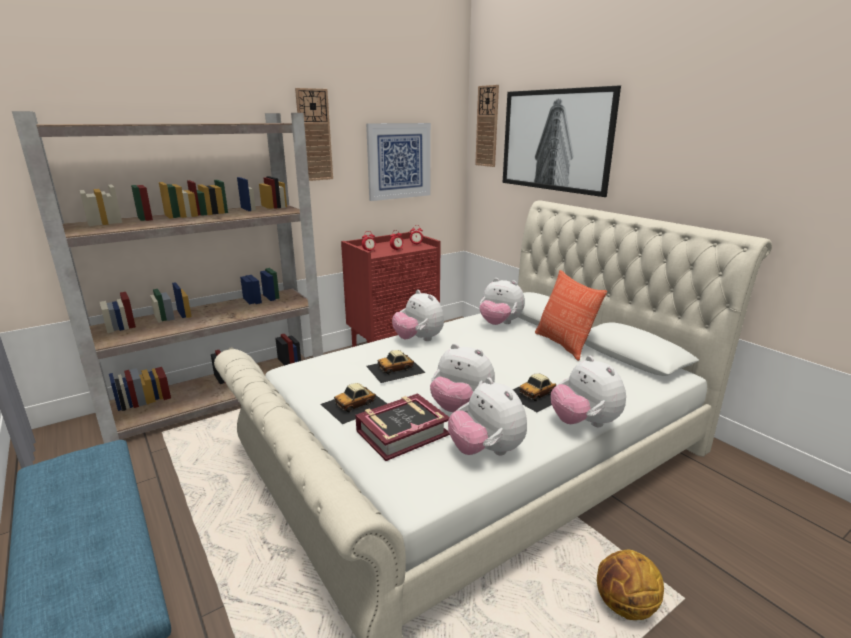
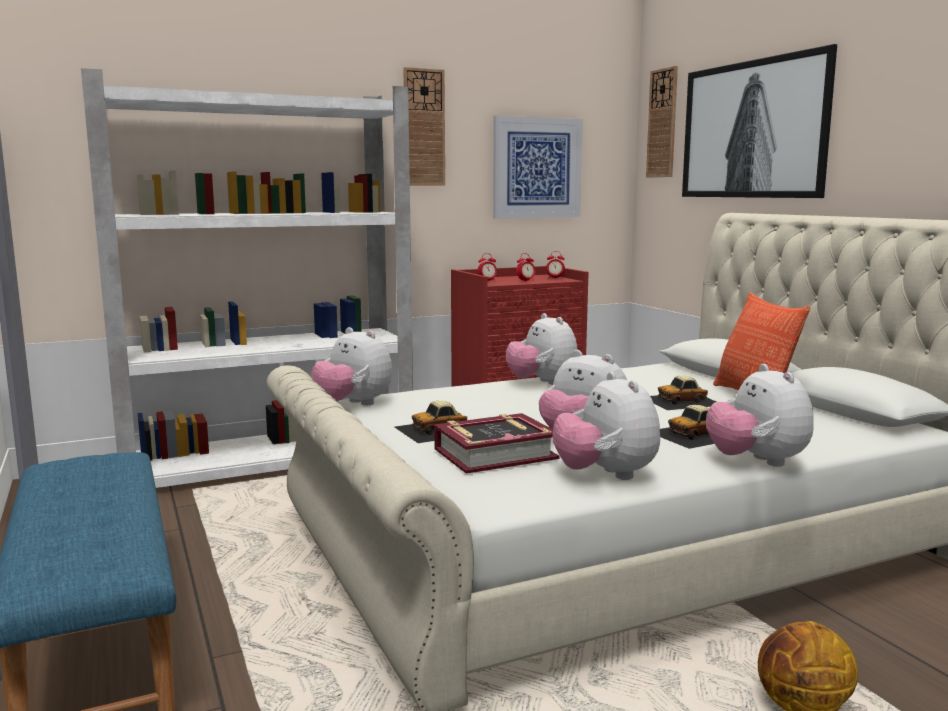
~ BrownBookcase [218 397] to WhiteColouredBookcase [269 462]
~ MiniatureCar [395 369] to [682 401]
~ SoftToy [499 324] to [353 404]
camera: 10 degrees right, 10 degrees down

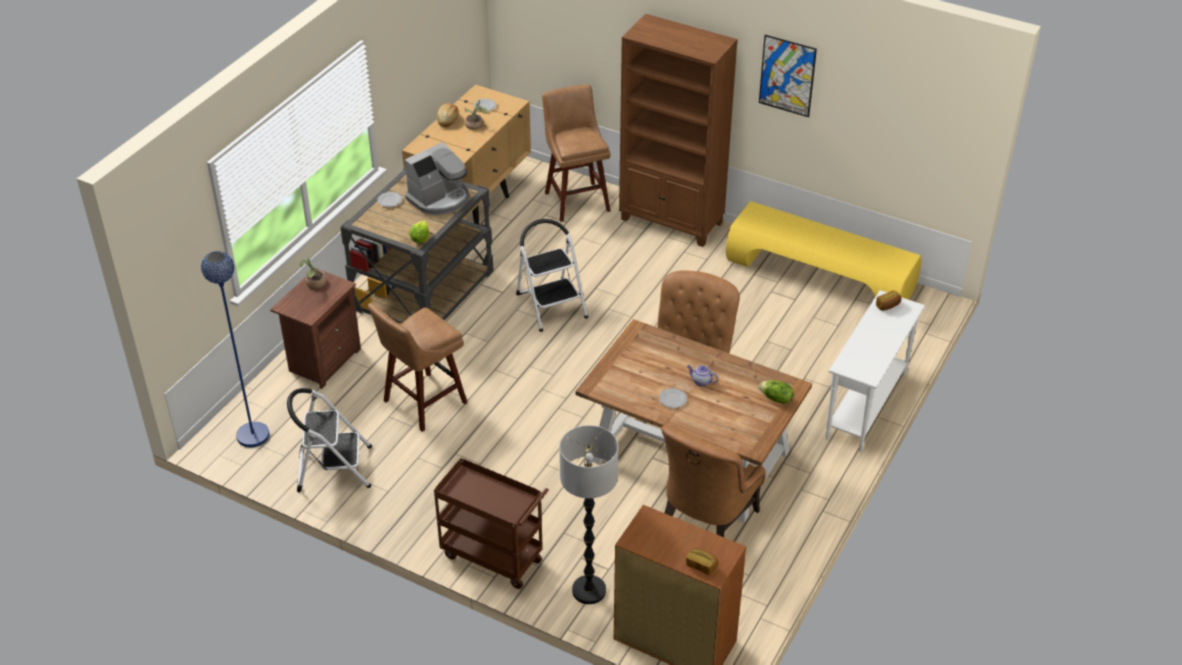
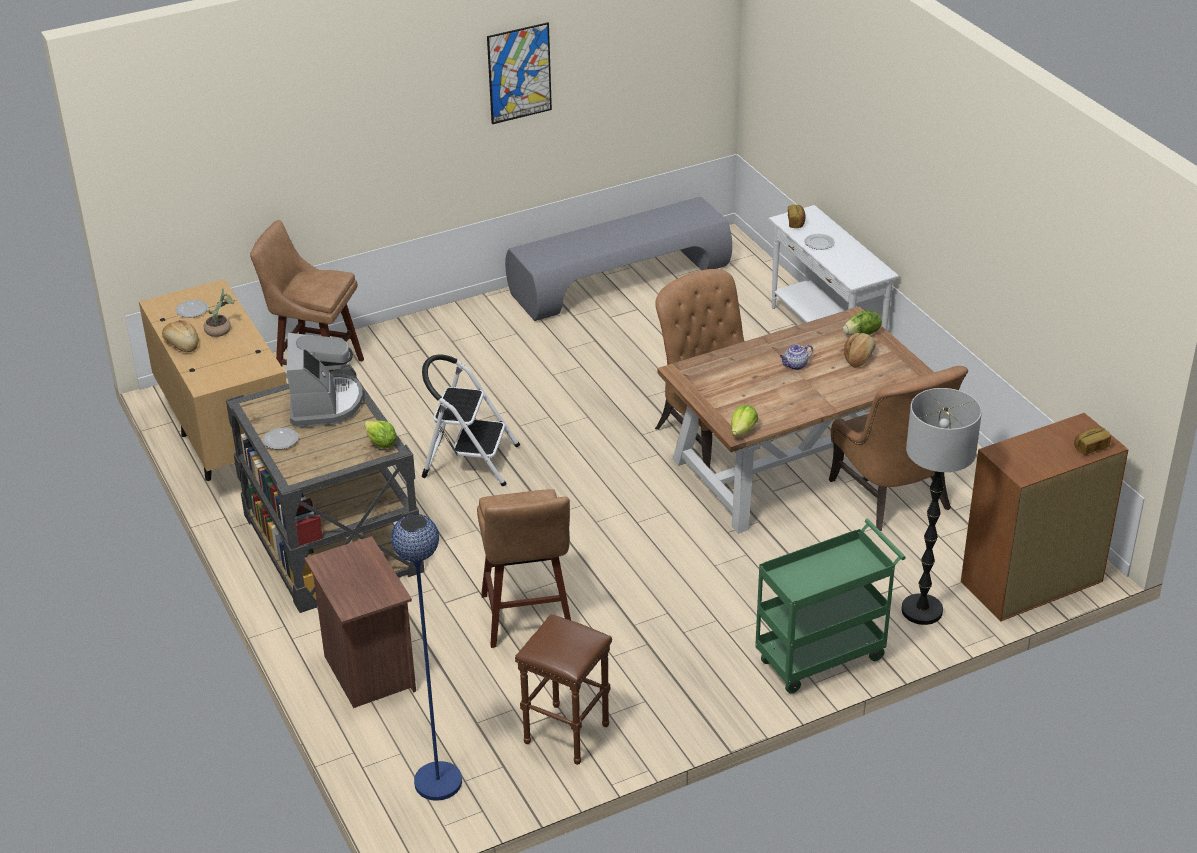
~ StepLadder [332 469] to BrownSittingStool [564 734]
- PlantInAPot [315 284]
~ BrownTrolley [495 560] to GreenColouredTrolley [823 660]
- BrownBookcase [672 222]
~ Plate [673 399] to [819 243]
~ YellowIndoorBench [820 275] to GreyishIndoorBench [619 280]
+ Lettuce [743 431]
+ BakedBread [859 357]
camera: 55 degrees left, 5 degrees down

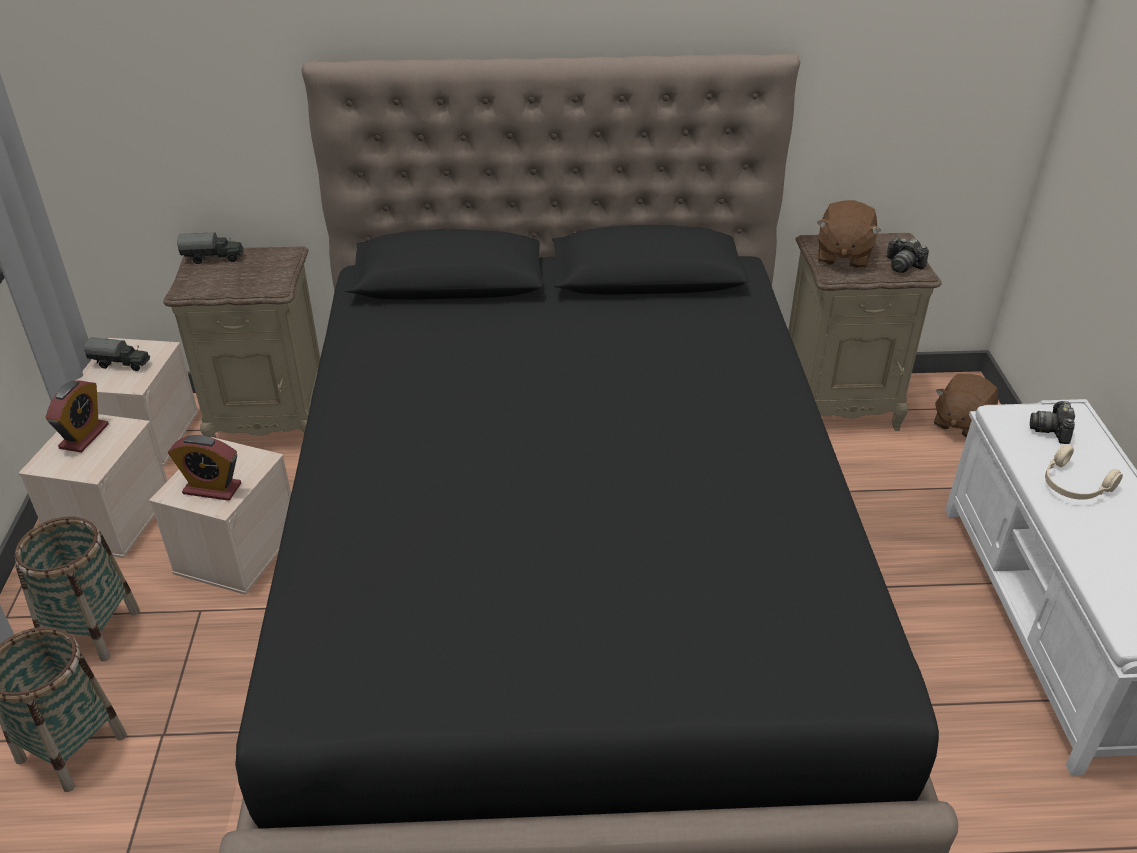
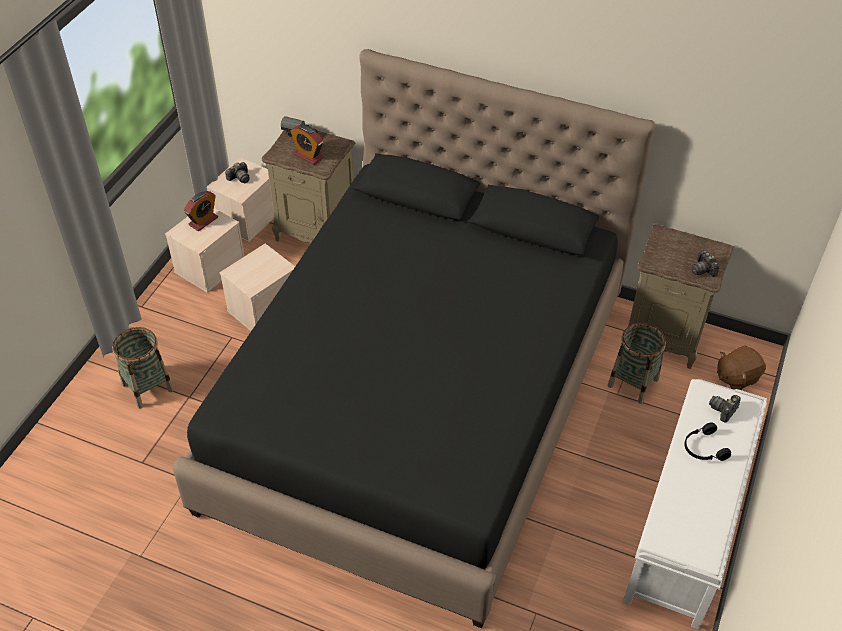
~ Basket [92 630] to [633 382]
~ ToyTruck [121 364] to PhotoCamera [239 178]
~ TableClock [212 489] to [308 156]
- BrownSoftToy [842 256]
~ BeigeColouredPairOfHeadphones [1073 485] to BlackishPairOfHeadphones [703 448]
camera: 25 degrees right, 10 degrees up

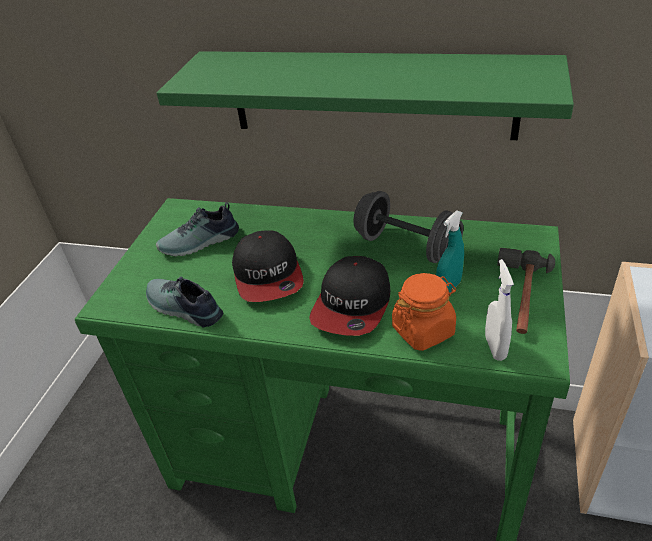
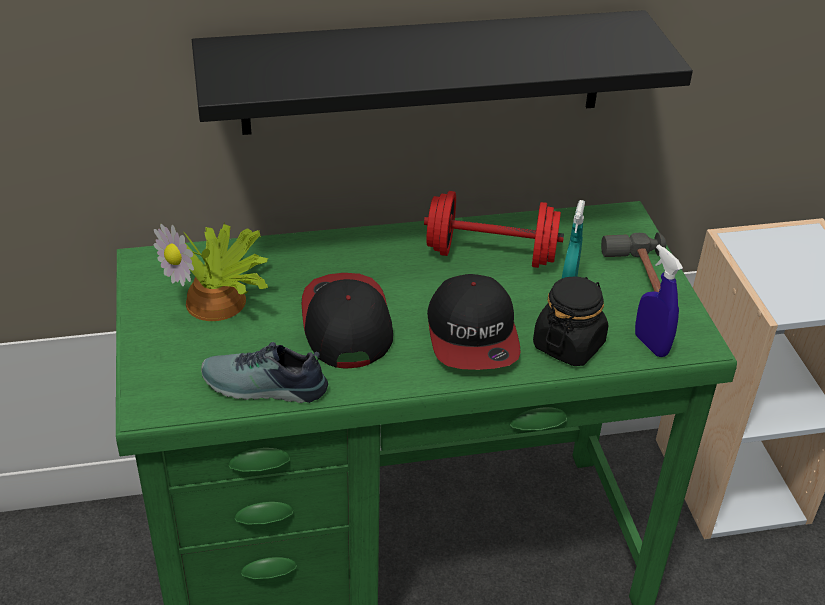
~ Shoe [200 243] to PlantInAPot [220 301]
~ GreenColouredShelf [371 94] to BlackishShelf [424 72]
~ Cap [268 275] = [345 323] 150 degrees counterclockwise
~ GreyishFreeWeight [407 246] to ReddishFreeWeight [491 255]
~ OrangeColouredPreserveJar [423 330] to BlackishPreserveJar [568 345]
~ WhiteColouredHandSprayer [495 347] to BlueHandSprayer [651 345]
camera: 30 degrees left, 0 degrees up

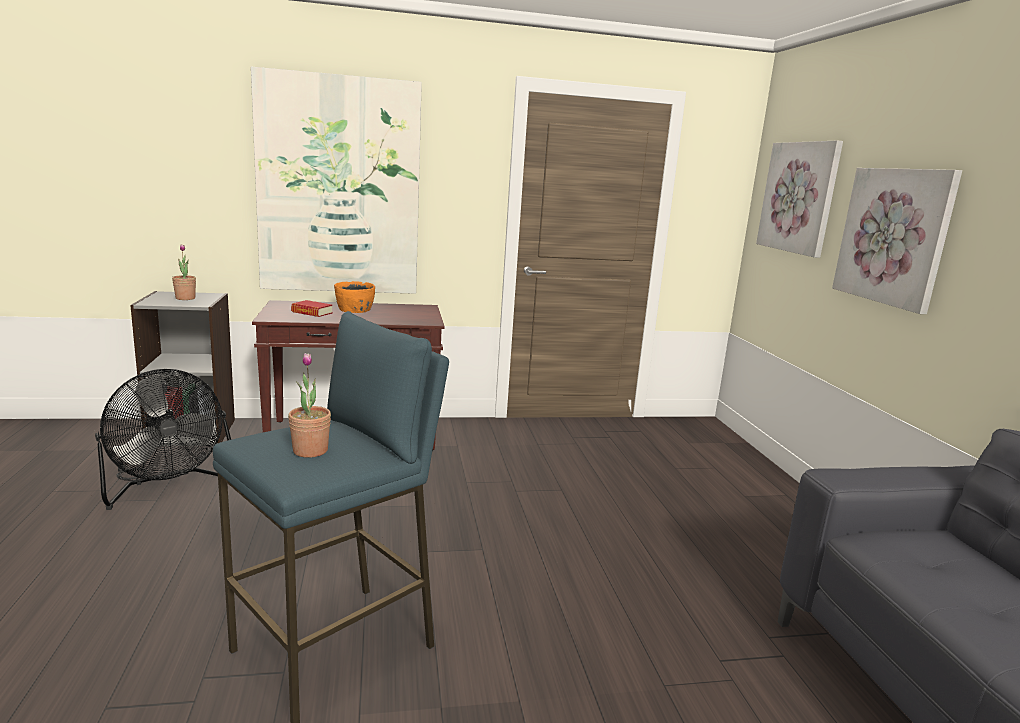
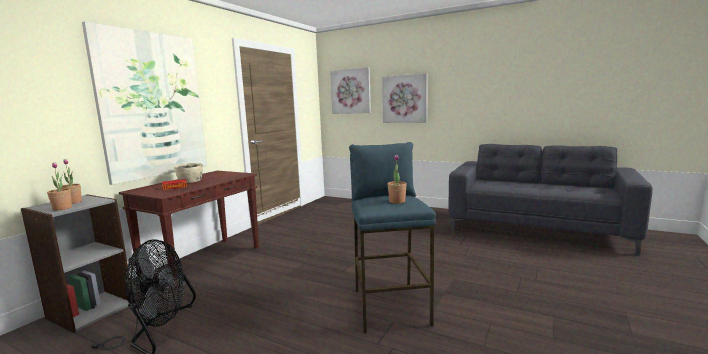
~ OrangeColouredDeepDish [355 310] to BeigeColouredDeepDish [190 181]
+ PlantInAPot [62 208]
camera: 50 degrees left, 5 degrees down

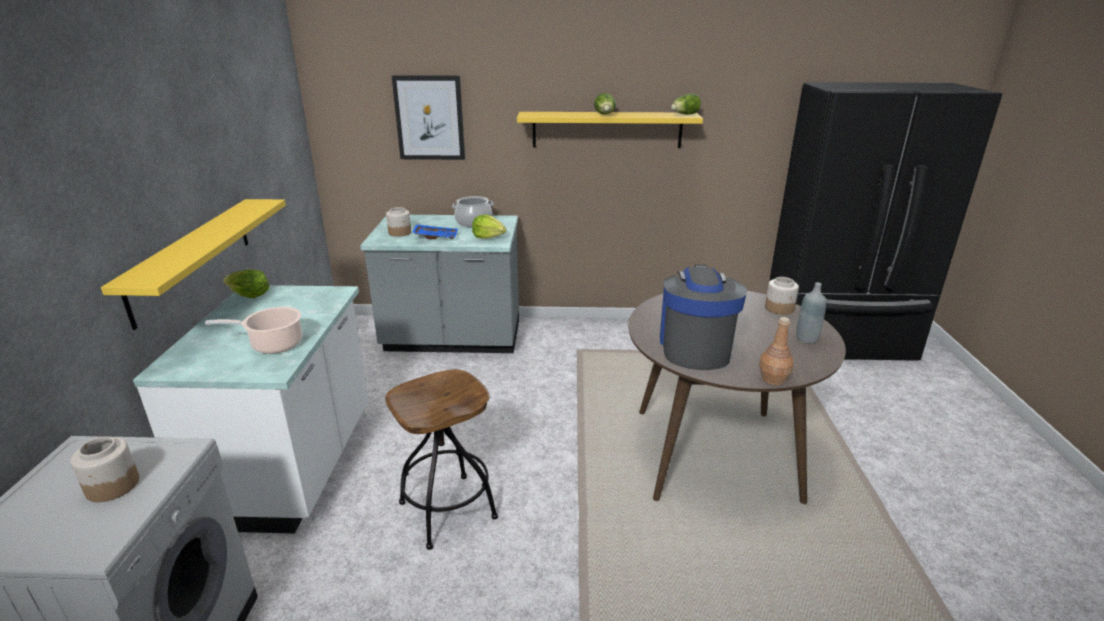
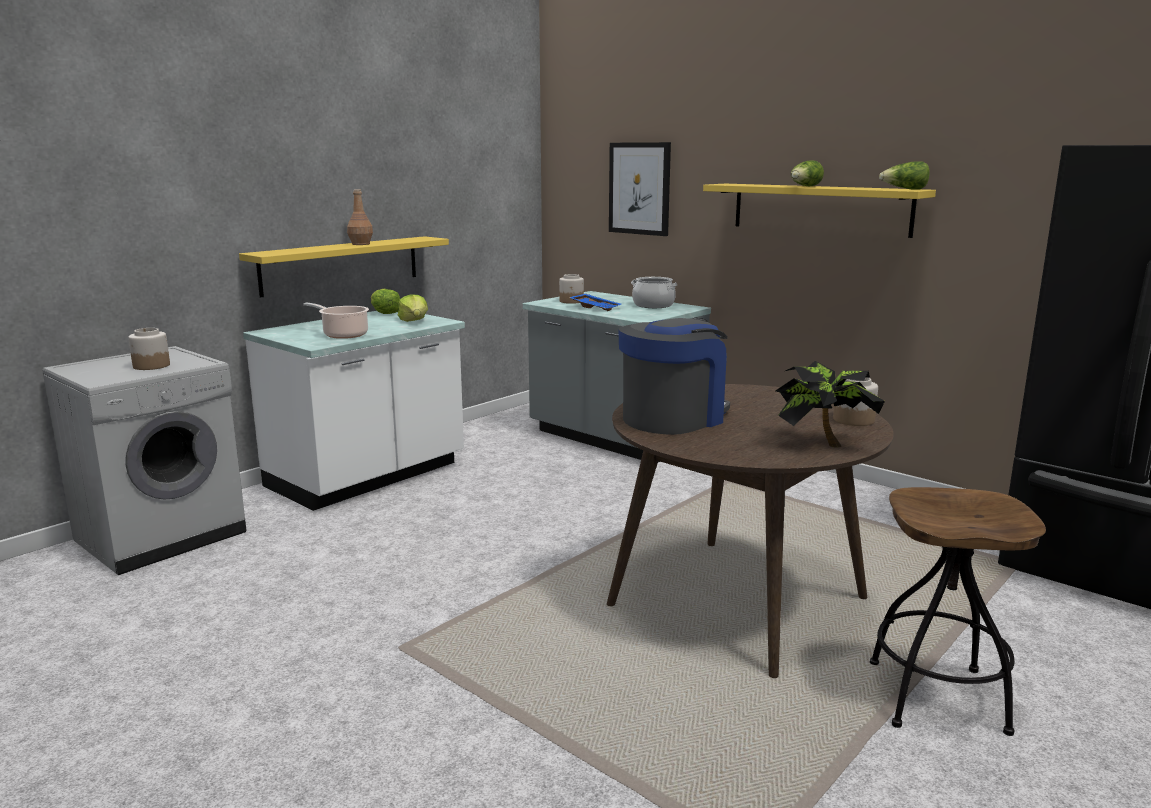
~ BrownSittingStool [448 509] to [938 696]
~ Lettuce [488 237] to [414 321]
~ BrownBeverageBottle [773 379] to [360 244]
~ GreyishBeverageBottle [806 339] to PlantInAPot [821 443]
camera: 40 degrees right, 10 degrees down

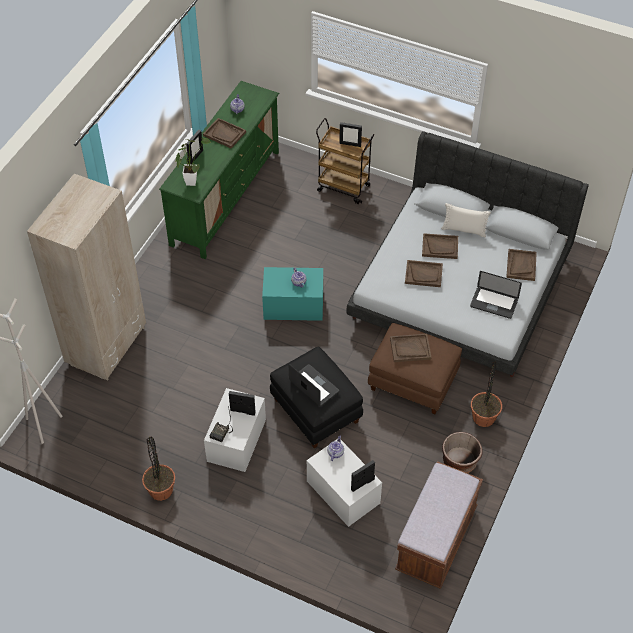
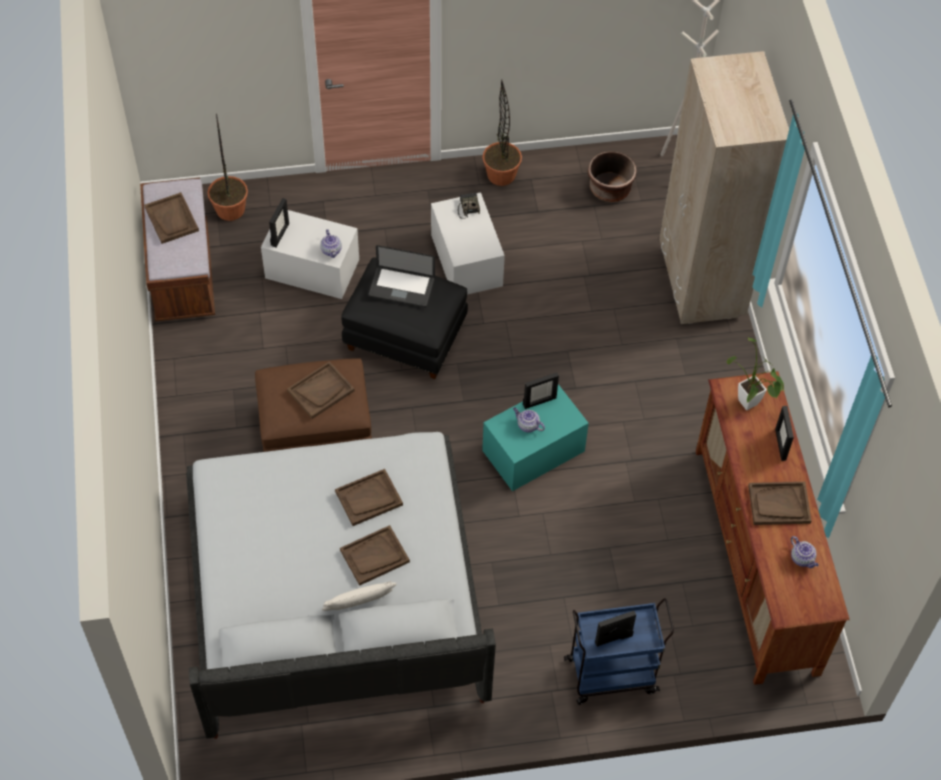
~ GreenColouredChestOfDrawers [226 198] to BrownChestOfDrawers [755 559]
~ PhotoFrame [242 411] to [539 401]
~ BrownTrolley [344 188] to BlueTrolley [610 676]
~ BrownPlantPot [459 462] to [609 189]
- Laptop [494 303]
~ PlantInAPot [483 417] to [230 209]
~ BrownCarryingTray [521 265] to [172 219]
camera: 145 degrees right, 5 degrees up

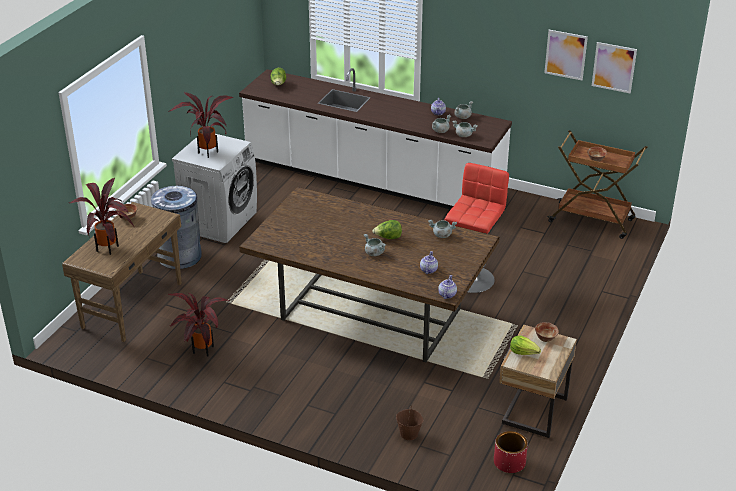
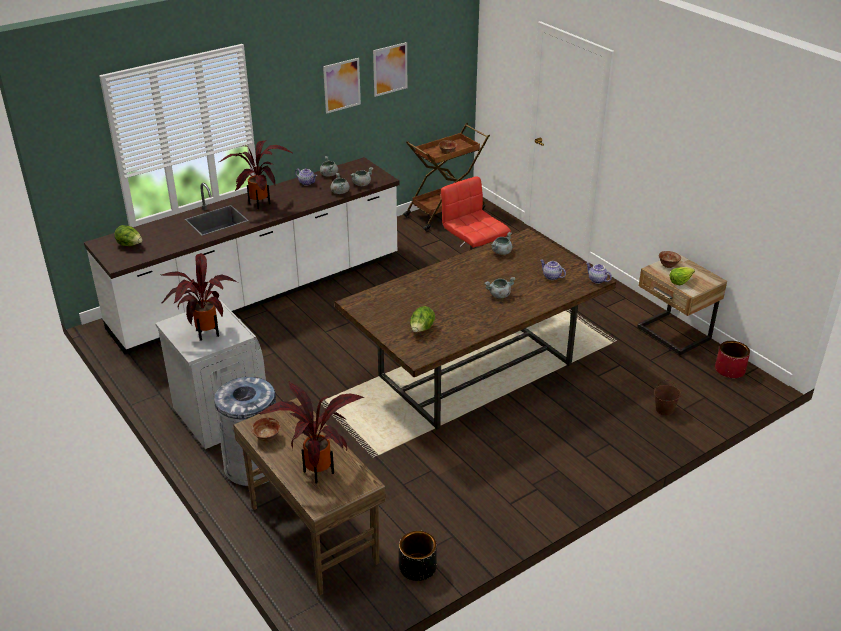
~ PlantInAPot [201 351] to [260 205]
~ Lettuce [388 238] to [421 329]
~ WallArt [614 67] to [342 85]
+ BlackishPlantPot [417 567]
camera: 60 degrees left, 0 degrees up

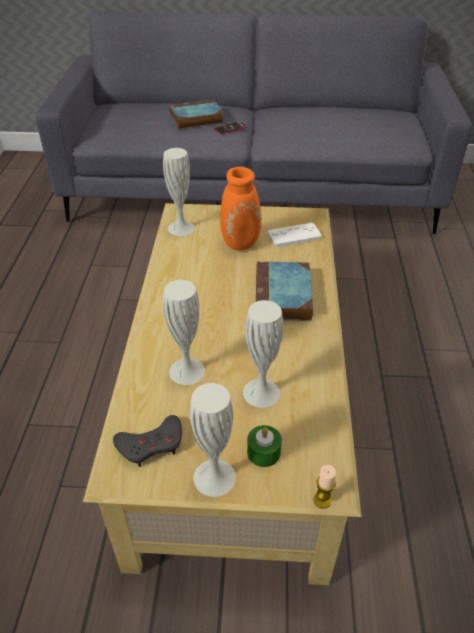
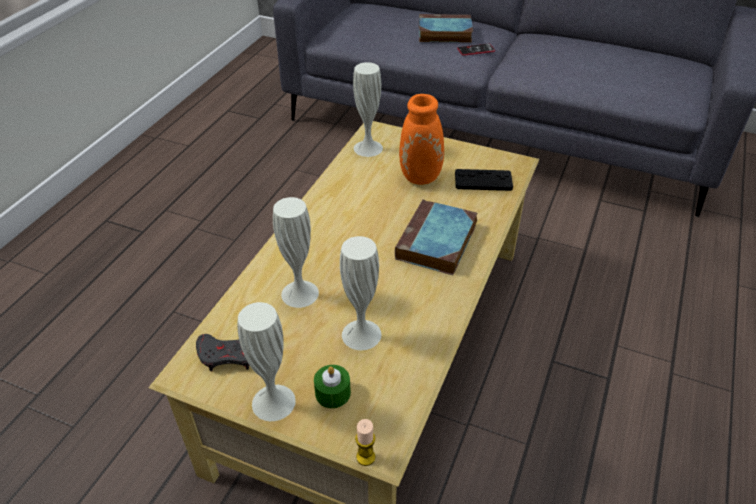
~ WhiteColouredJoypad [294 236] to BlackishJoypad [483 181]
camera: 20 degrees right, 0 degrees up

